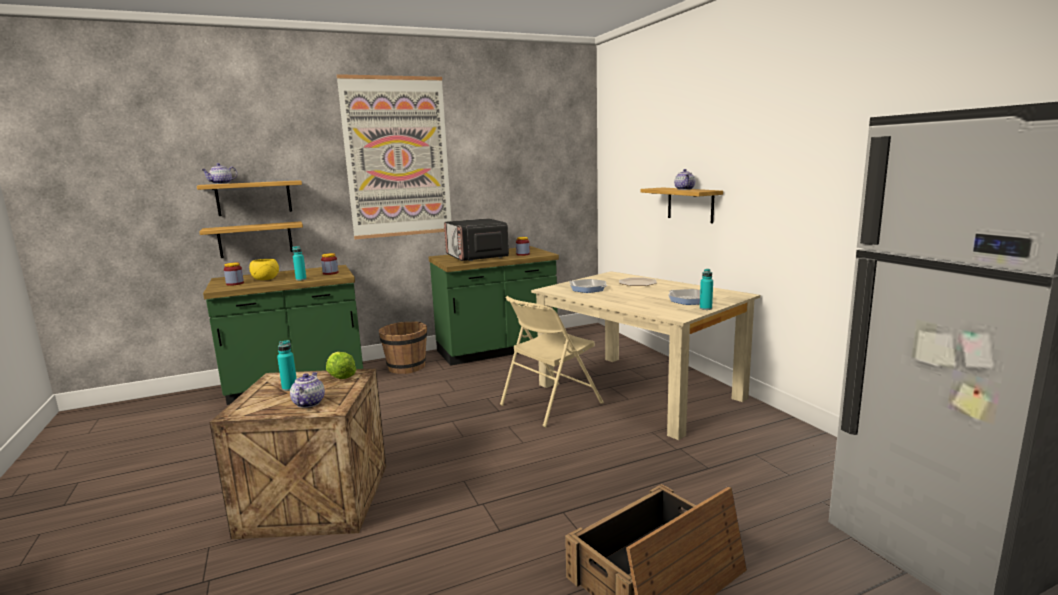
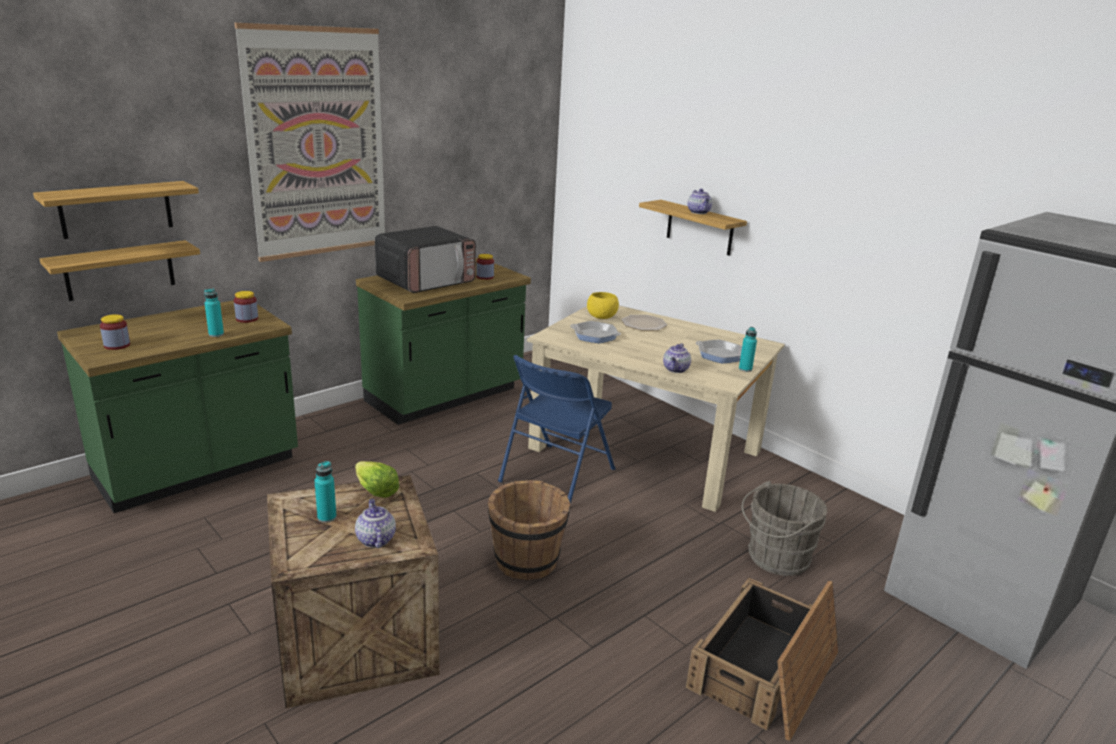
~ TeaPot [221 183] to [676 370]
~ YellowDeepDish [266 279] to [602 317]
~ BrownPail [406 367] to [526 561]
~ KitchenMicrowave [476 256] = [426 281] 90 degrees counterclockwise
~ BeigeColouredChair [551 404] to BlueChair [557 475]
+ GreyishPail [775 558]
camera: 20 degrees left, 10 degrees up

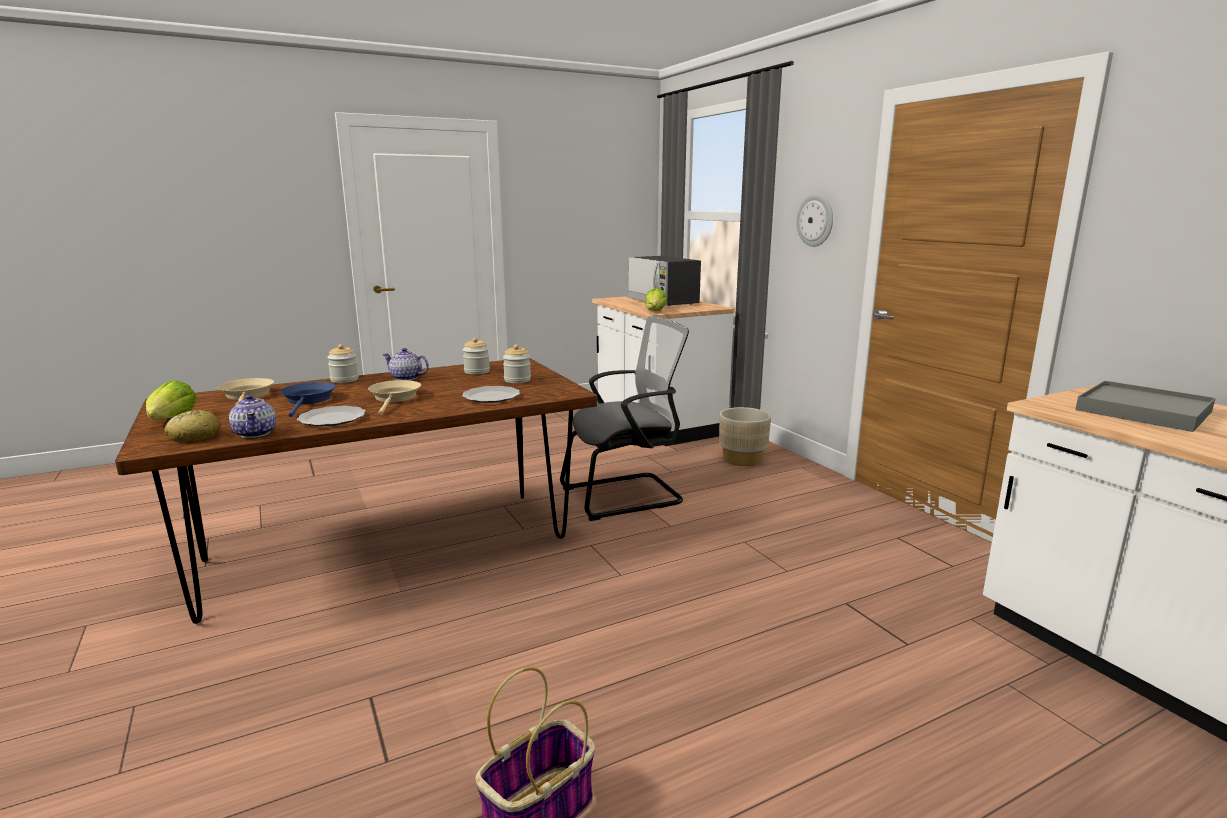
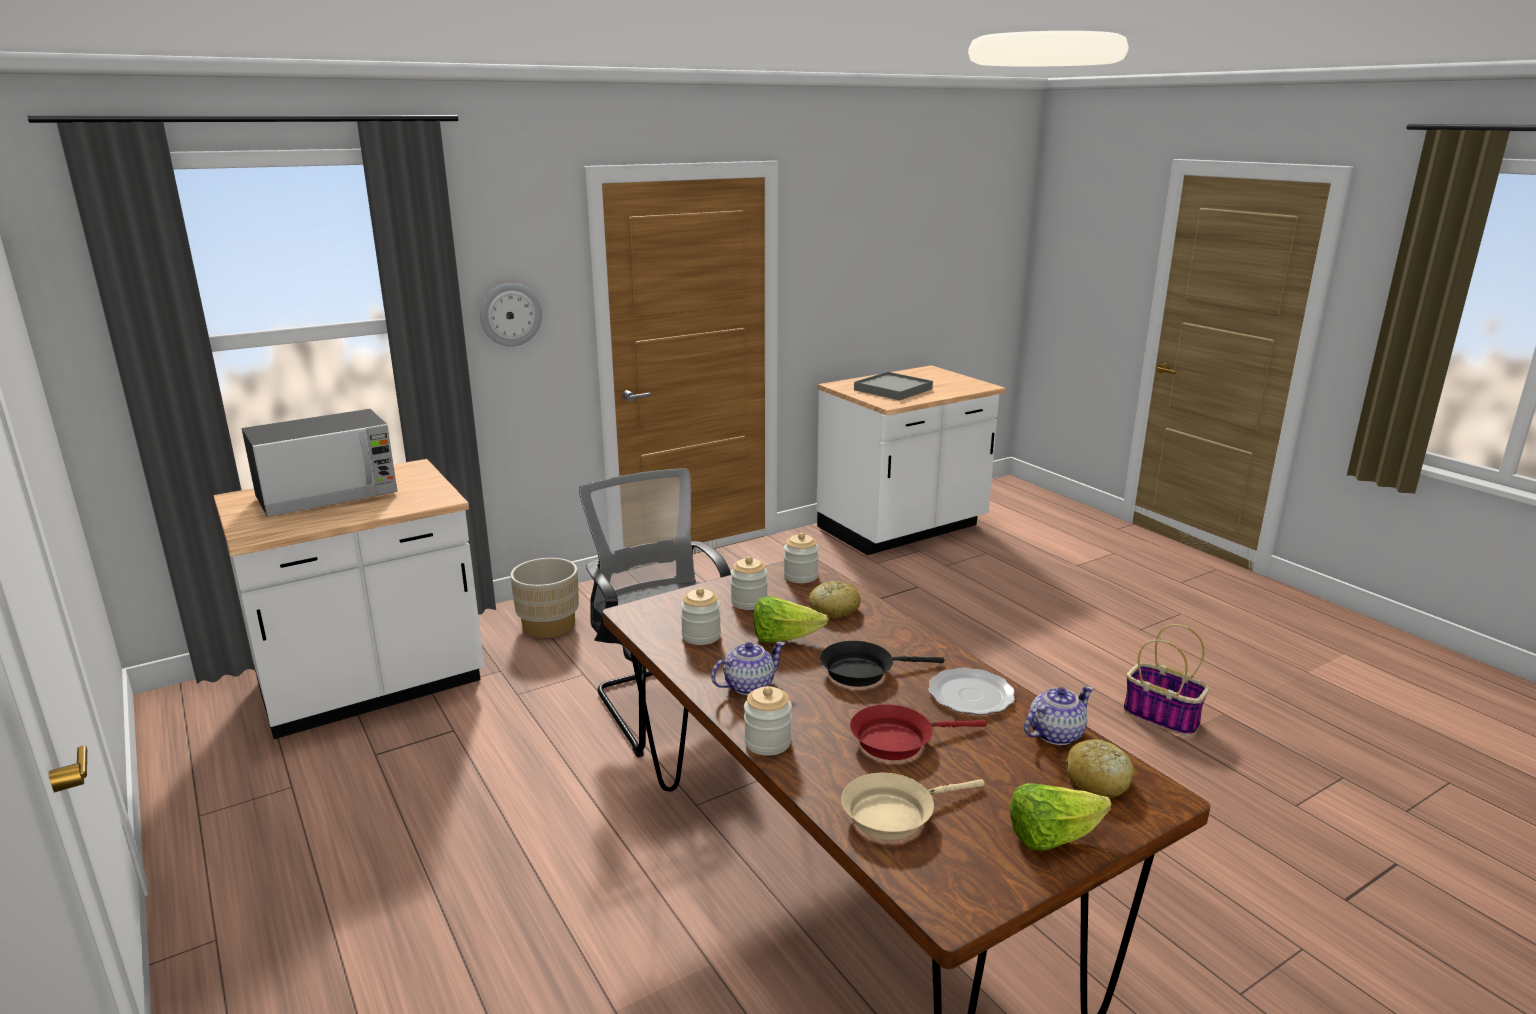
~ BluePan [308 400] to ReddishPan [898 740]
~ BeigeColouredPan [395 398] to BlackishPan [863 671]
~ TeaPot [406 378] = [748 686] 135 degrees counterclockwise
~ Plate [491 396] to BakedBread [833 609]
~ Lettuce [655 312] to [783 639]
+ PreserveJar [800 576]
camera: 95 degrees left, 5 degrees up

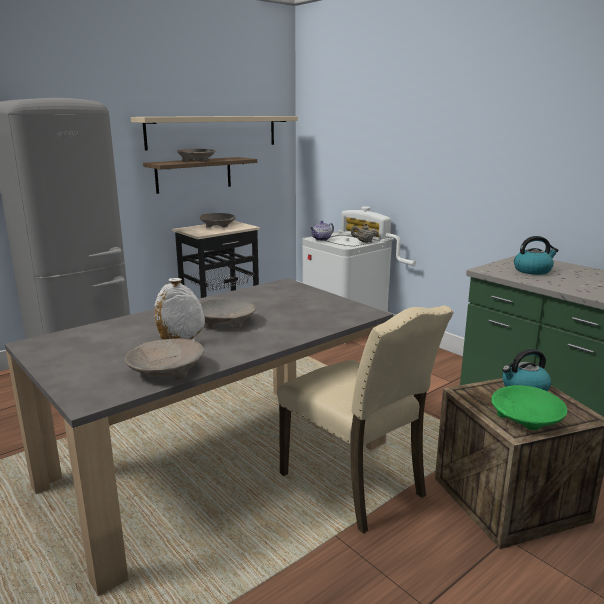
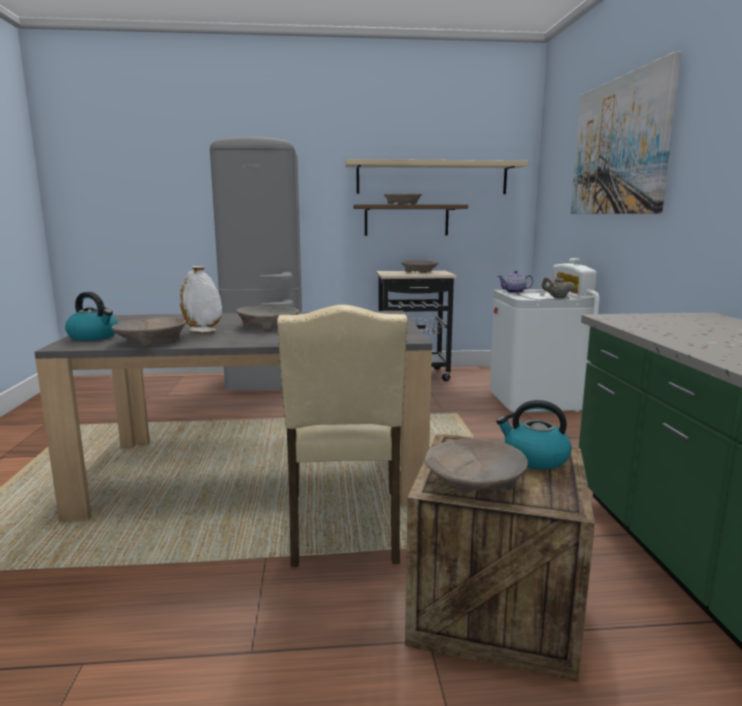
~ GreenColouredDeepDish [527 419] to BeigeColouredDeepDish [475 482]
~ Kettle [533 270] to [94 337]
+ WallArt [619 147]
camera: 35 degrees right, 5 degrees down

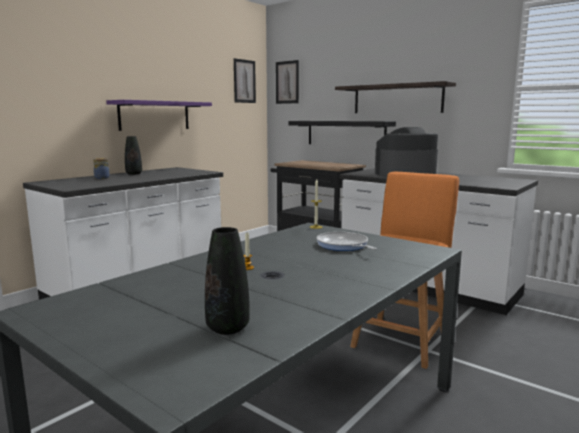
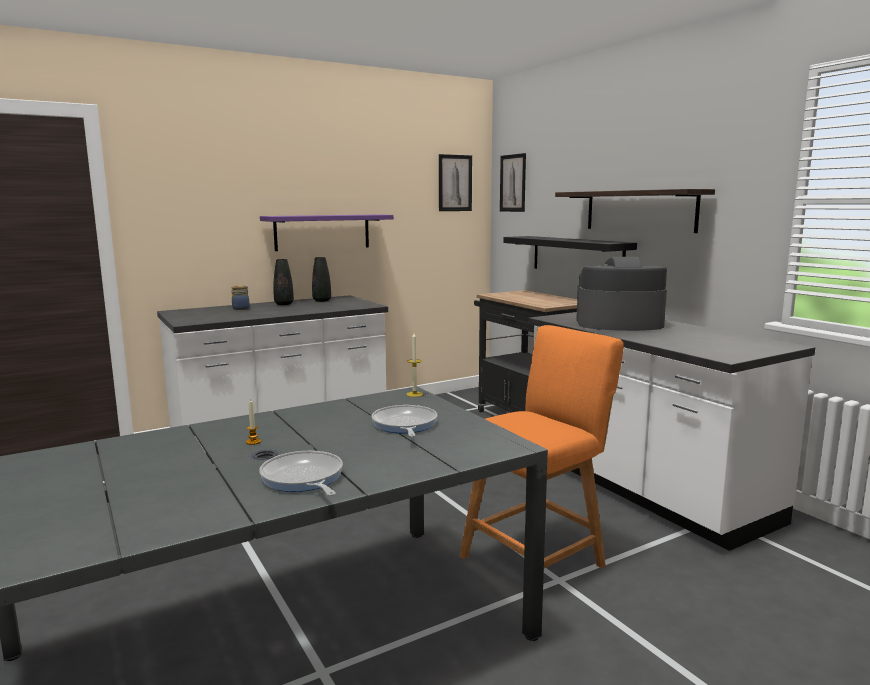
~ BlackishDecorativeVase [227 328] to [322 300]
+ Pan [303 479]
camera: 20 degrees right, 0 degrees up

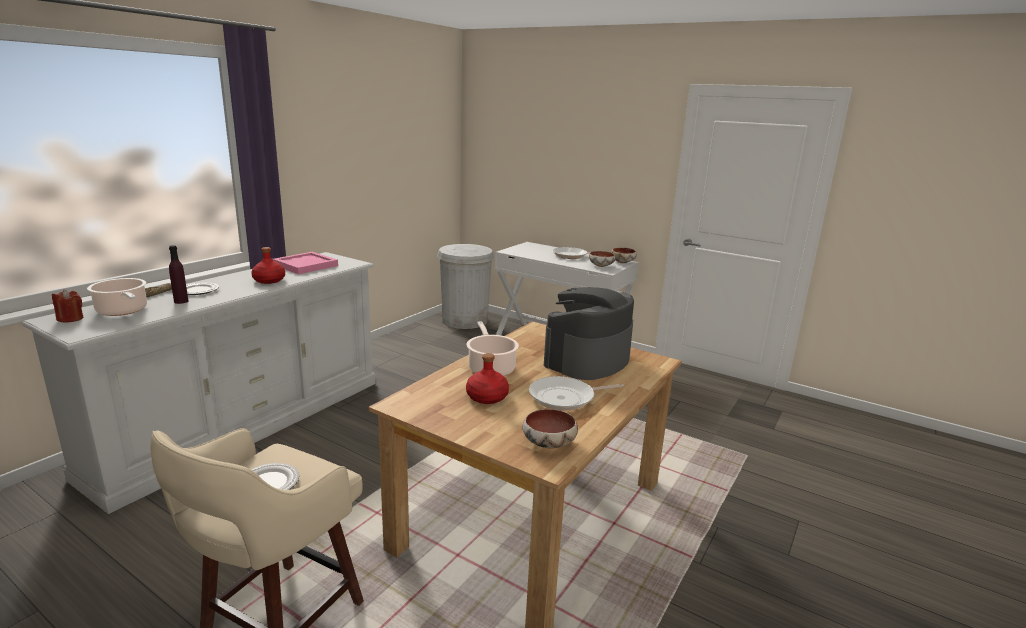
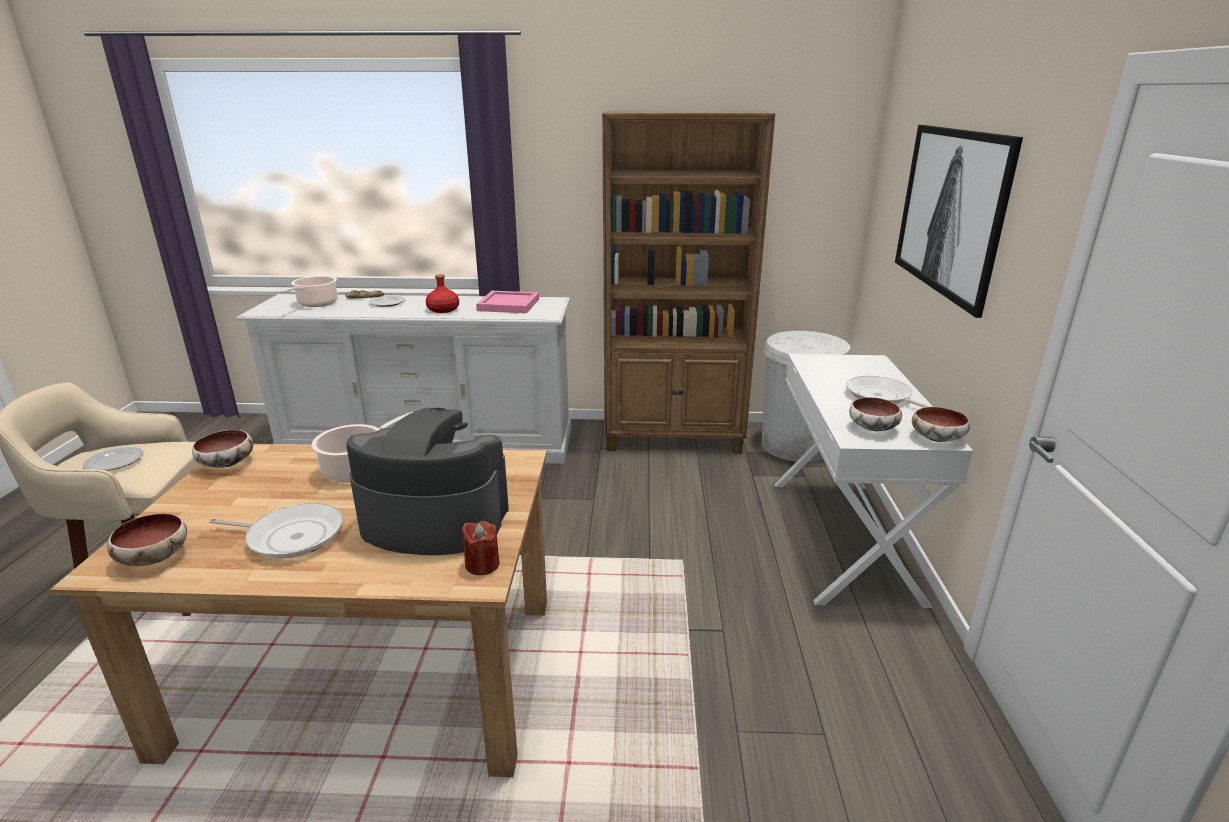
~ ReddishWaxCandle [70 319] to [482 564]
- PurplishBeverageBottle [181 301]
- ReddishBeverageBottle [487 397]
~ Pan [565 398] = [291 536] 150 degrees clockwise
+ DeepDish [227 464]
+ BrownBookcase [674 437]
+ WallArt [949 211]
camera: 60 degrees right, 5 degrees up

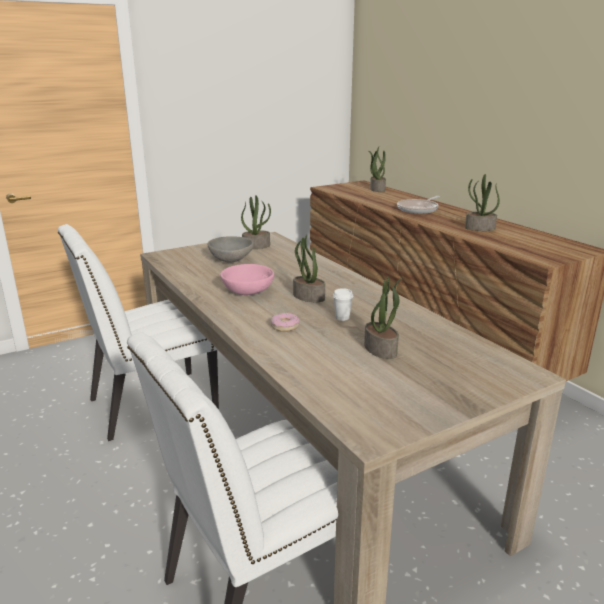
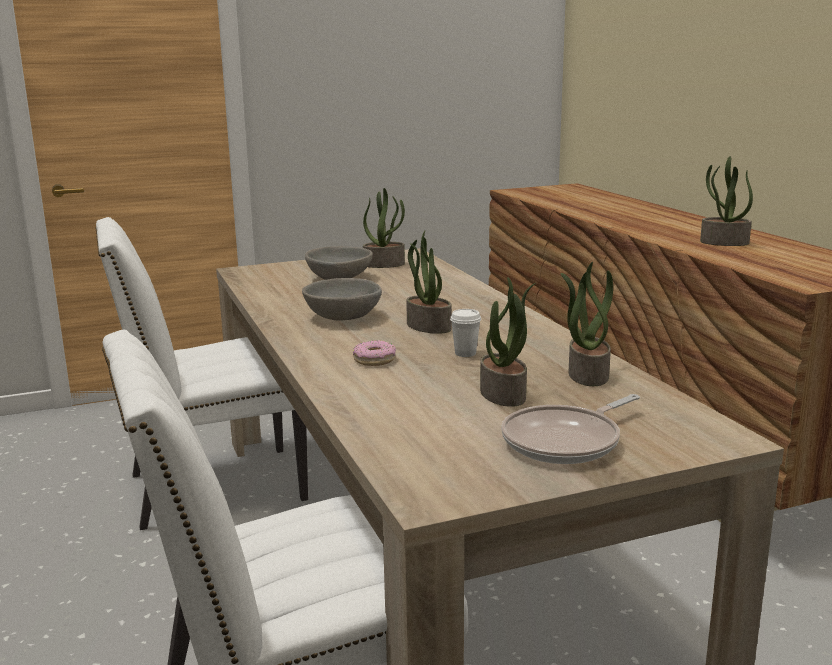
~ PinkishDeepDish [248 292] to GreyishDeepDish [343 317]
~ PlantInAPot [377 189] to [587 374]
~ Pan [419 209] to [566 441]
camera: 10 degrees right, 5 degrees down

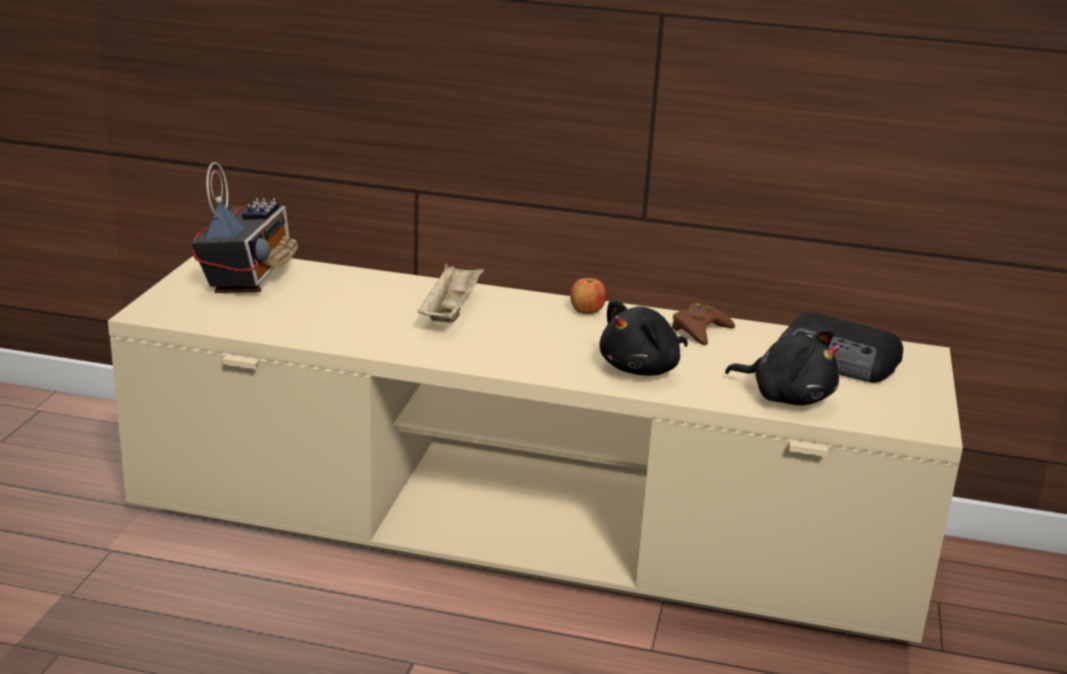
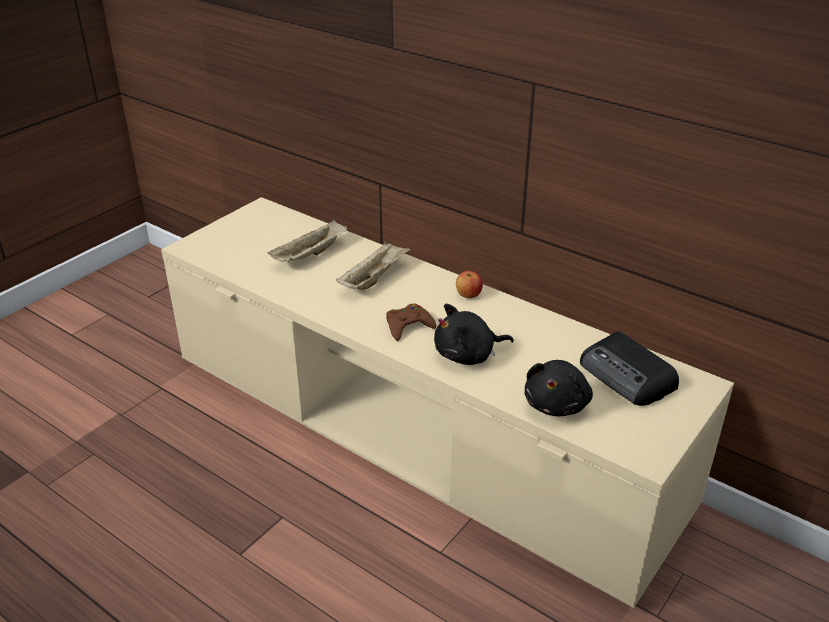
- Radio [248 278]
~ BrownJoypad [700 330] to [408 326]
~ BlackishSoftToy [787 397] = [557 404] 60 degrees clockwise
+ BeigeColouredCarryingTray [309 255]
camera: 25 degrees right, 10 degrees up

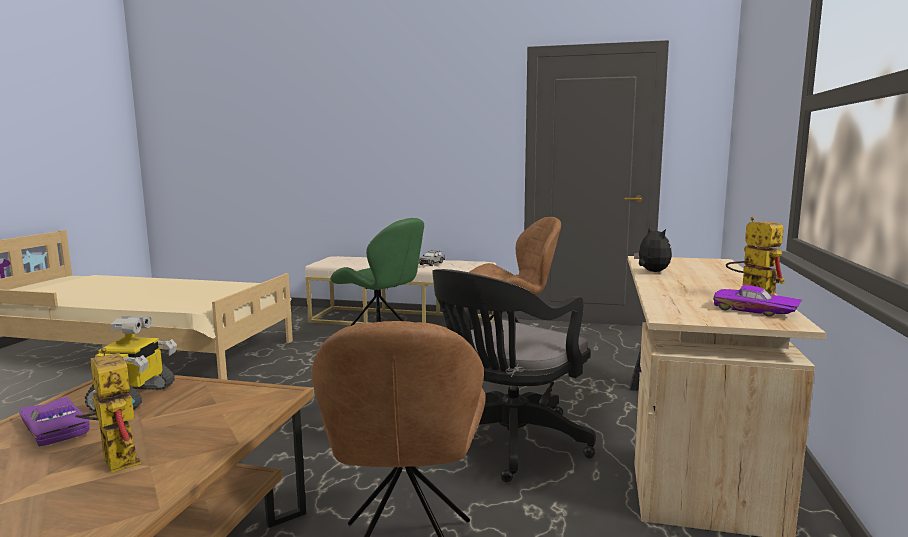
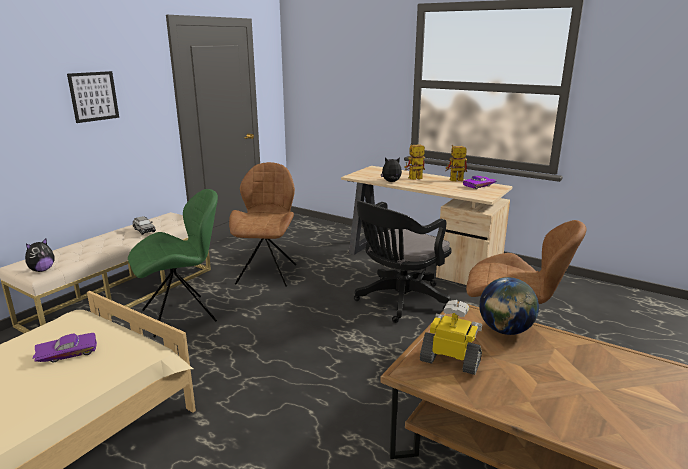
~ PurplishMiniatureCar [58 428] to [67 352]
~ RobotFigure [114 458] to [413 179]
~ BlackishComputerChair [507 443] = [398 301] 75 degrees clockwise
+ SoftToy [42 270]
+ WallArt [93 96]
+ Globe [505 331]
camera: 70 degrees left, 10 degrees up

